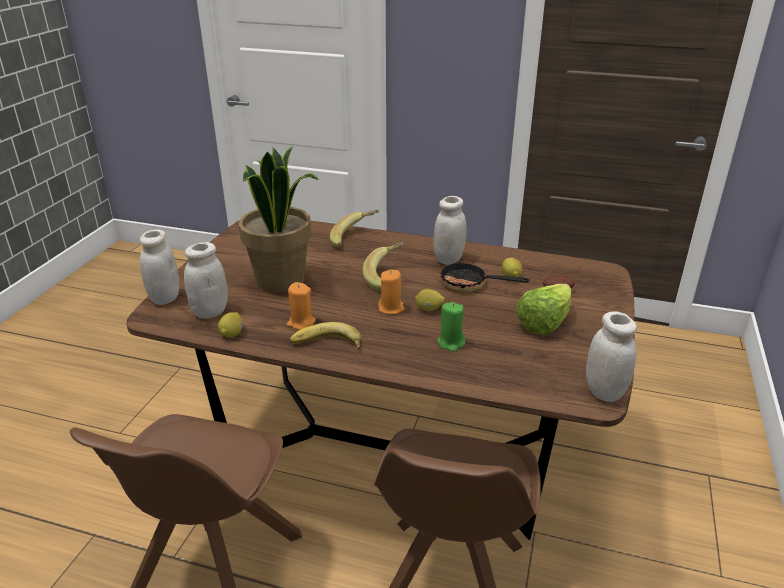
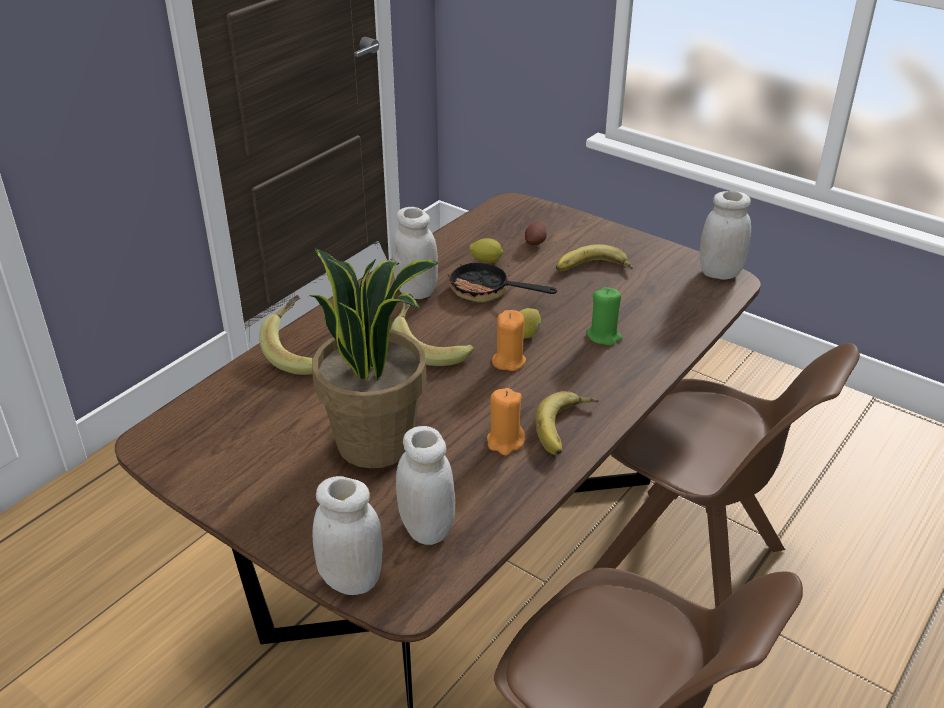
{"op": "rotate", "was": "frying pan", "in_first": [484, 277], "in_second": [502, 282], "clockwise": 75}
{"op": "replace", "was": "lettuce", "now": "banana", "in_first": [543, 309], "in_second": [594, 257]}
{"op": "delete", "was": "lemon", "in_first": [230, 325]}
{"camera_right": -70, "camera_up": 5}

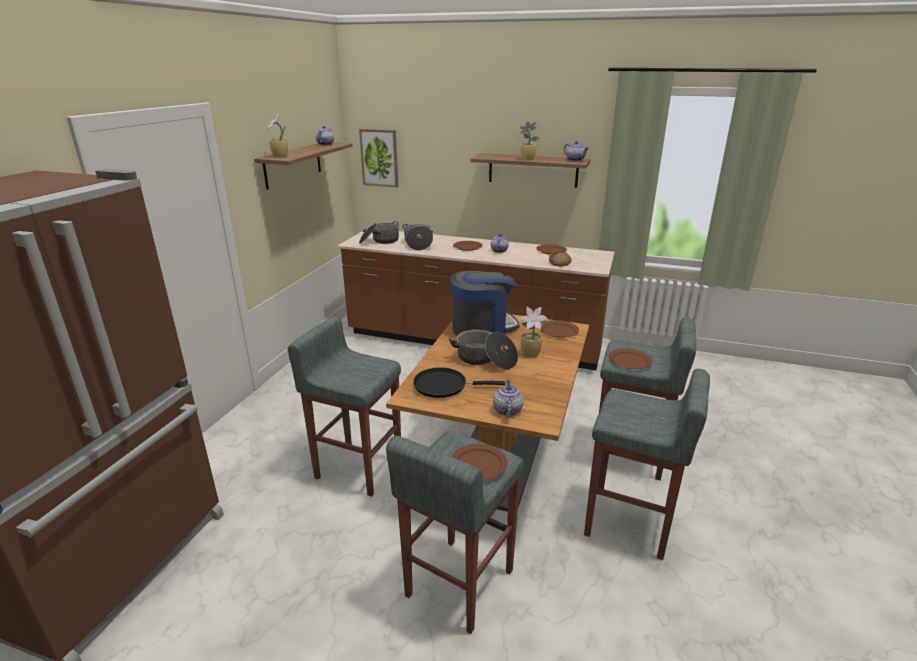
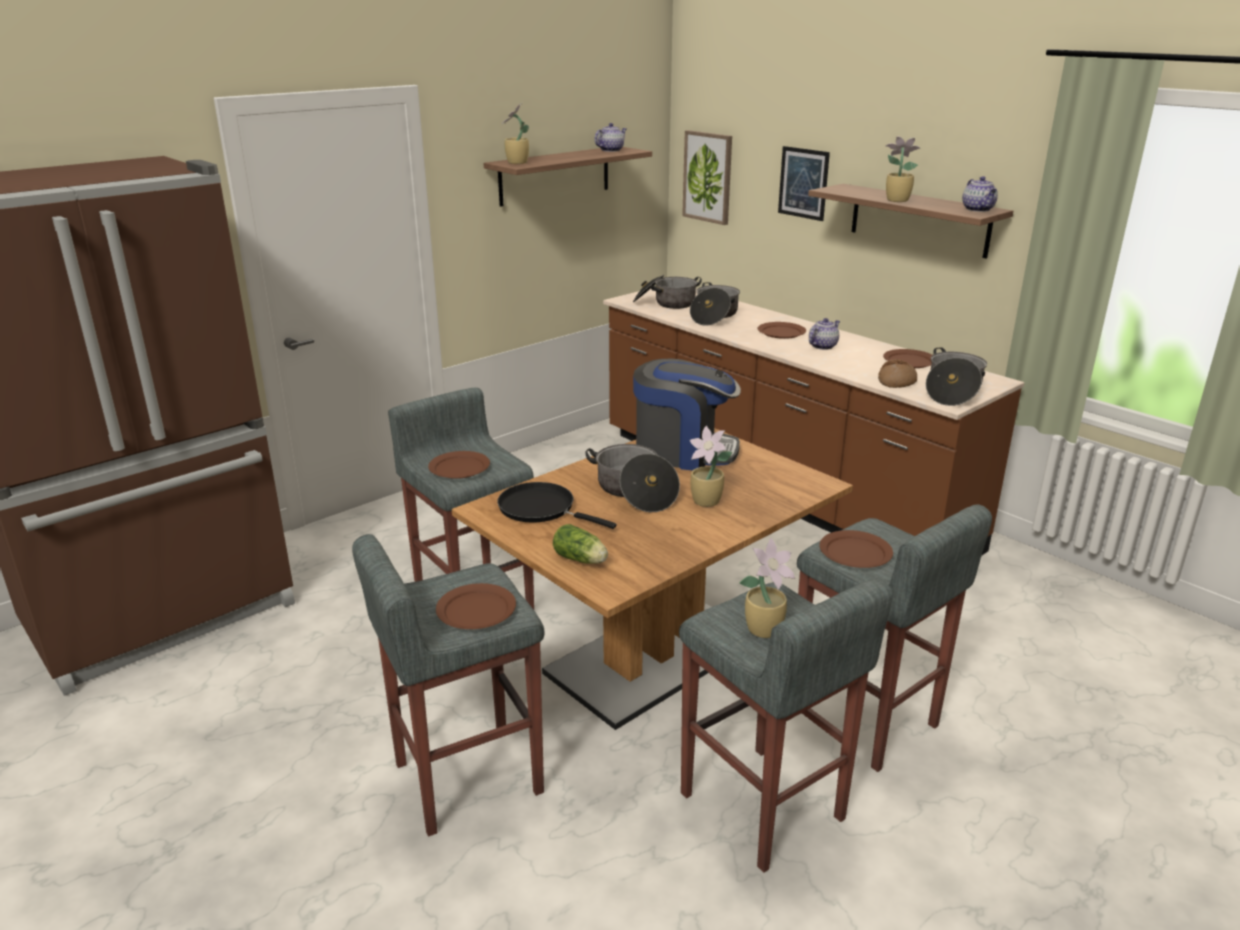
{"op": "move", "was": "brown plate", "in_first": [560, 329], "in_second": [459, 465]}
{"op": "replace", "was": "teapot", "now": "lettuce", "in_first": [508, 398], "in_second": [580, 544]}
{"op": "insert", "now": "picture", "in_second": [804, 183]}
{"op": "insert", "now": "cooking pot", "in_second": [956, 376]}
{"op": "insert", "now": "potted plant", "in_second": [767, 588]}
{"camera_right": 30, "camera_up": 0}

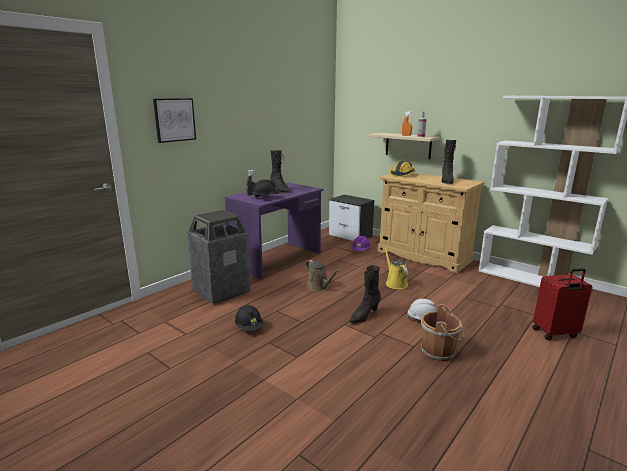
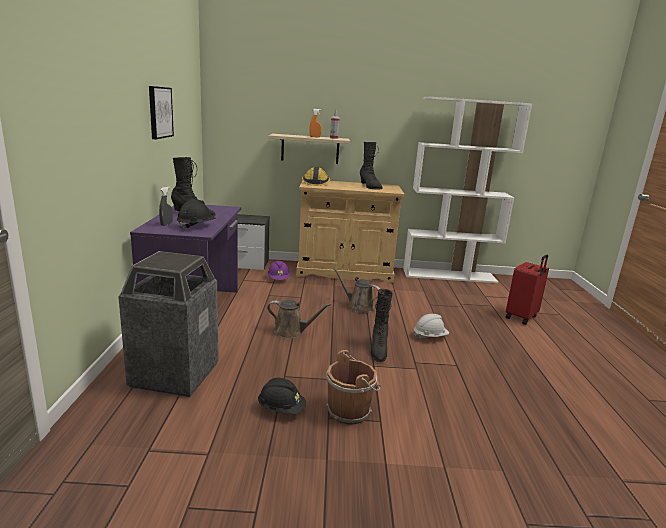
{"op": "move", "was": "picture", "in_first": [174, 120], "in_second": [161, 112]}
{"op": "recolor", "was": "yellow watering can", "now": "brown watering can", "in_first": [396, 268], "in_second": [357, 290]}
{"op": "move", "was": "brown bucket", "in_first": [443, 332], "in_second": [352, 387]}
{"camera_right": -40, "camera_up": 0}

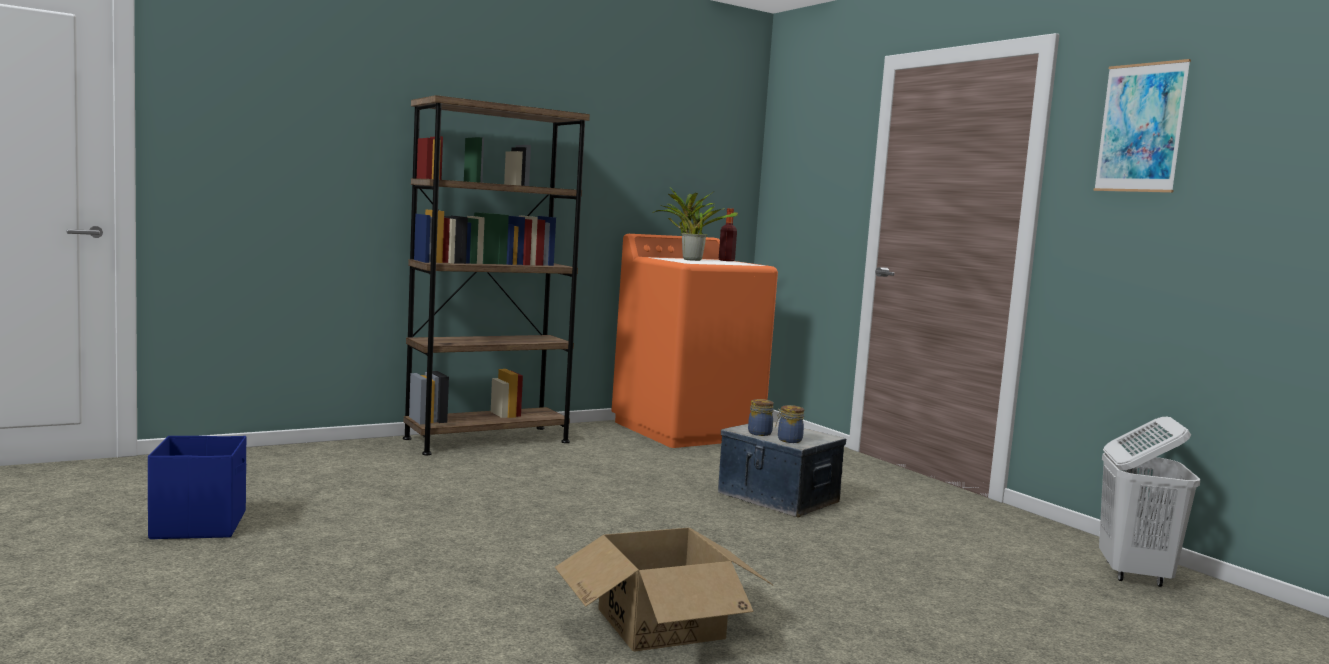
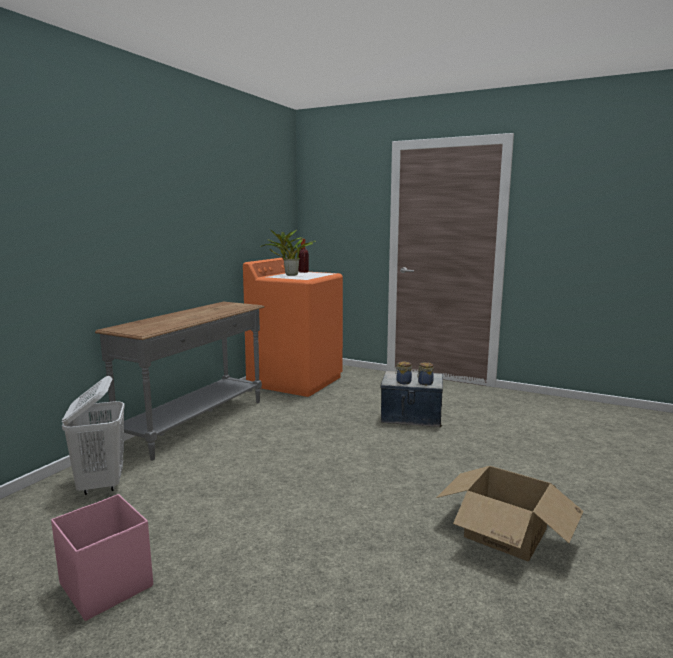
{"op": "delete", "was": "picture", "in_first": [1142, 126]}
{"op": "replace", "was": "brown bookcase", "now": "grey console table", "in_first": [496, 275], "in_second": [180, 381]}
{"op": "move", "was": "white laundry basket", "in_first": [1149, 502], "in_second": [93, 435]}
{"op": "recolor", "was": "blue storage box", "now": "pink storage box", "in_first": [197, 487], "in_second": [102, 557]}
{"camera_right": -30, "camera_up": 5}

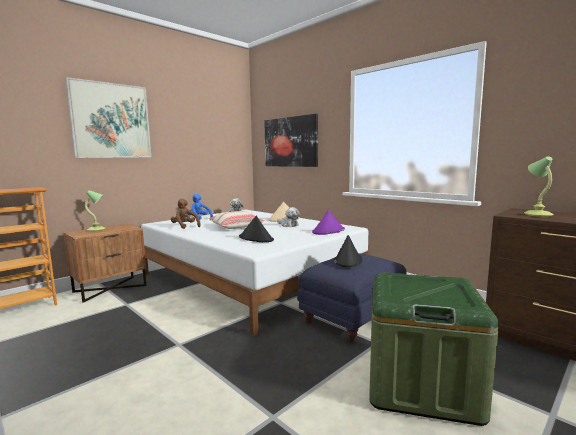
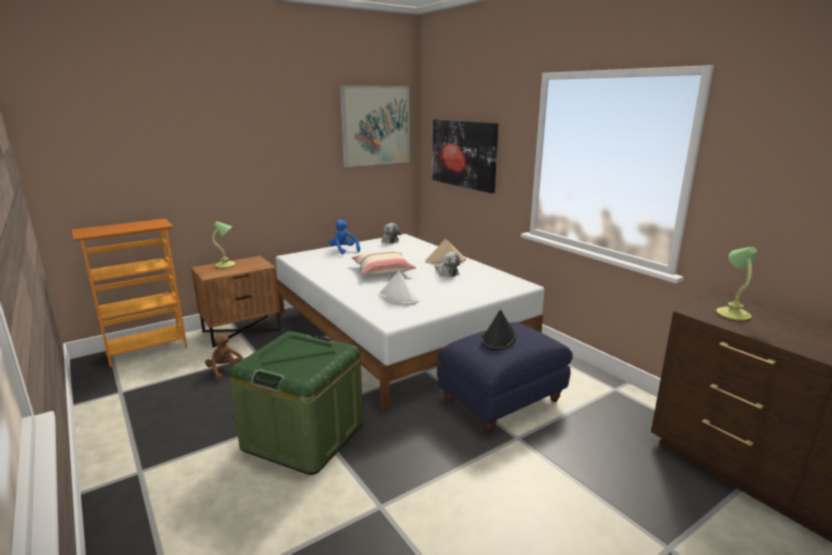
{"op": "move", "was": "picture", "in_first": [108, 117], "in_second": [374, 126]}
{"op": "move", "was": "brown plush toy", "in_first": [186, 214], "in_second": [224, 357]}
{"op": "delete", "was": "purple hat", "in_first": [328, 222]}
{"op": "recolor", "was": "black hat", "now": "white hat", "in_first": [256, 229], "in_second": [399, 288]}
{"op": "move", "was": "green storage box", "in_first": [434, 349], "in_second": [296, 403]}
{"camera_right": 10, "camera_up": 10}

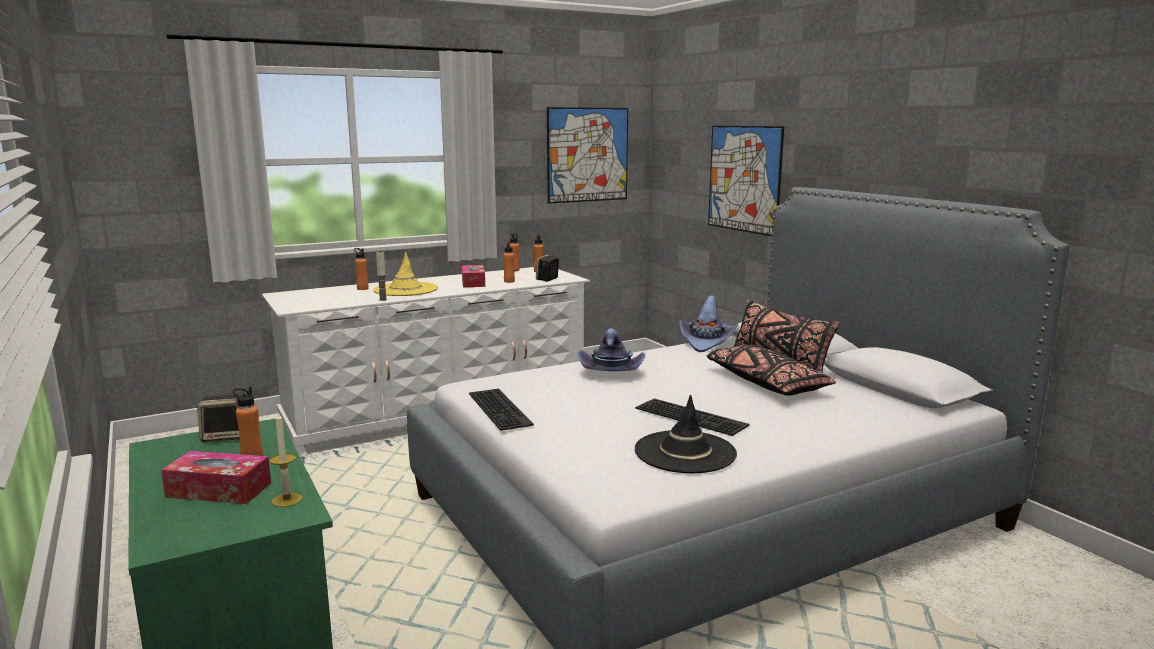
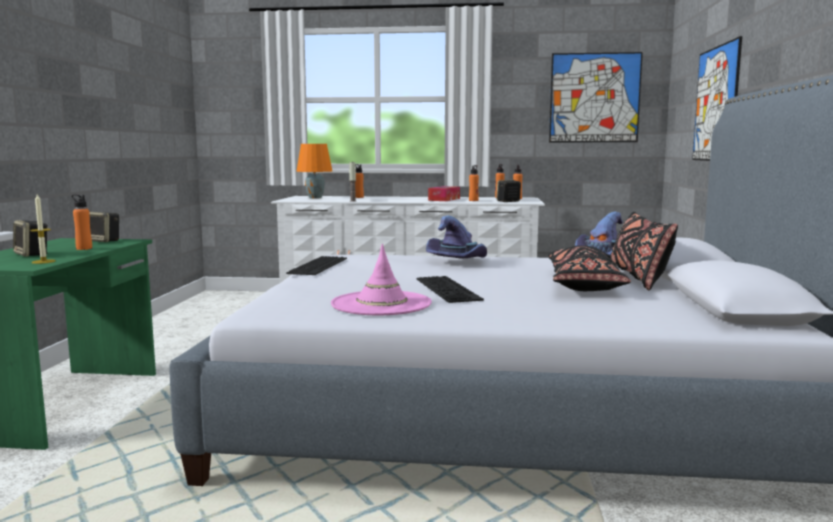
{"op": "delete", "was": "yellow hat", "in_first": [405, 273]}
{"op": "recolor", "was": "black hat", "now": "pink hat", "in_first": [686, 434], "in_second": [381, 279]}
{"op": "replace", "was": "tissue box", "now": "speaker", "in_first": [216, 477], "in_second": [30, 238]}
{"op": "insert", "now": "orange table lamp", "in_second": [314, 171]}
{"camera_right": 35, "camera_up": -5}

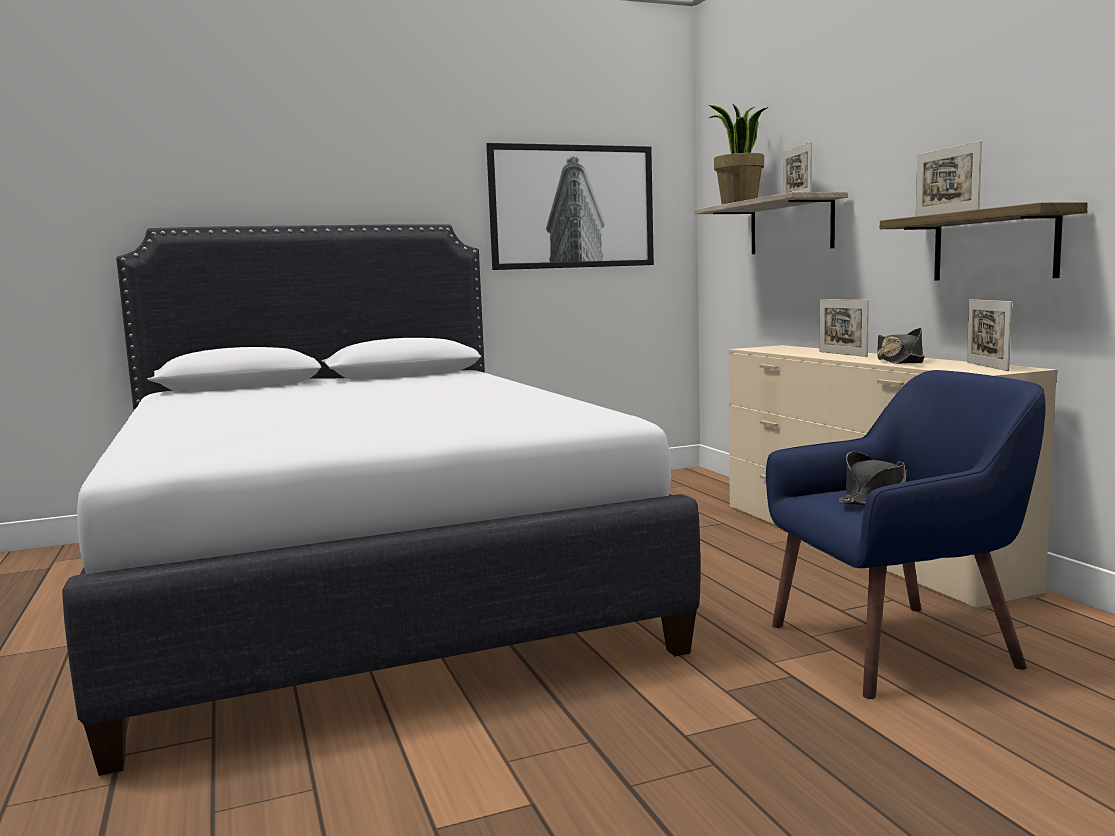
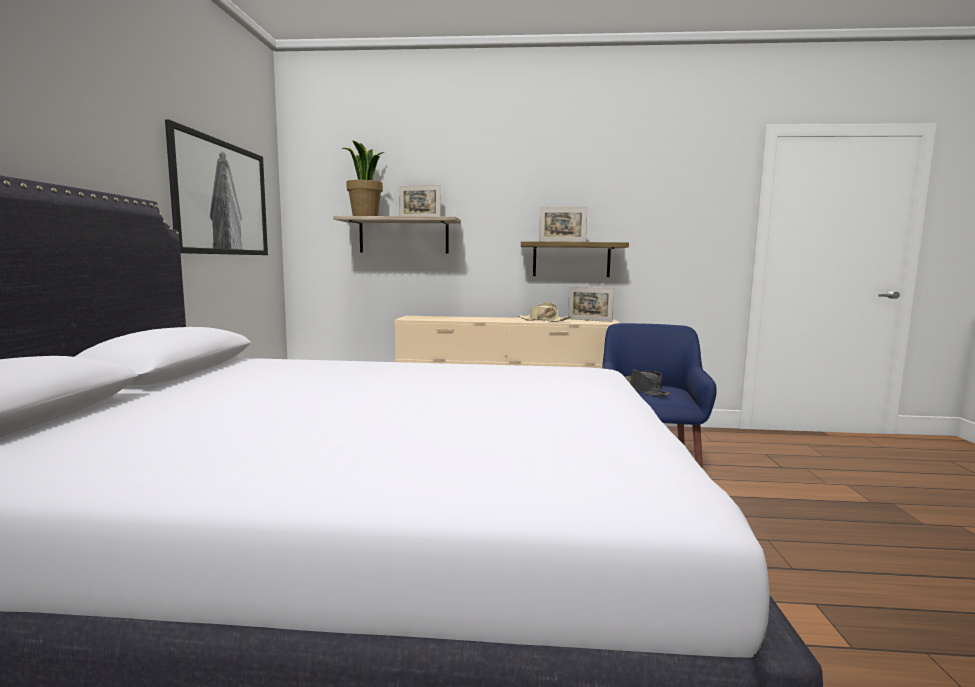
{"op": "delete", "was": "picture frame", "in_first": [844, 328]}
{"op": "recolor", "was": "black hat", "now": "beige hat", "in_first": [901, 346], "in_second": [544, 312]}
{"camera_right": -65, "camera_up": 0}

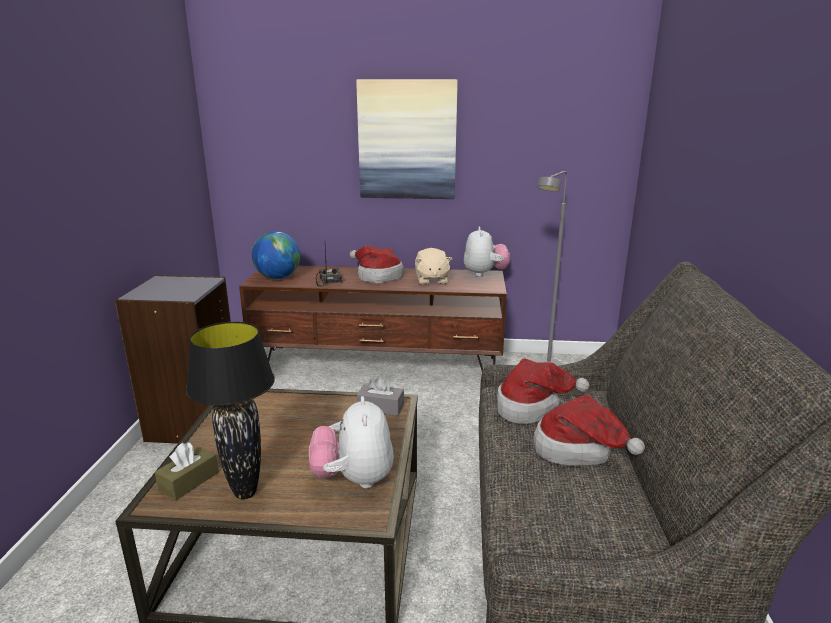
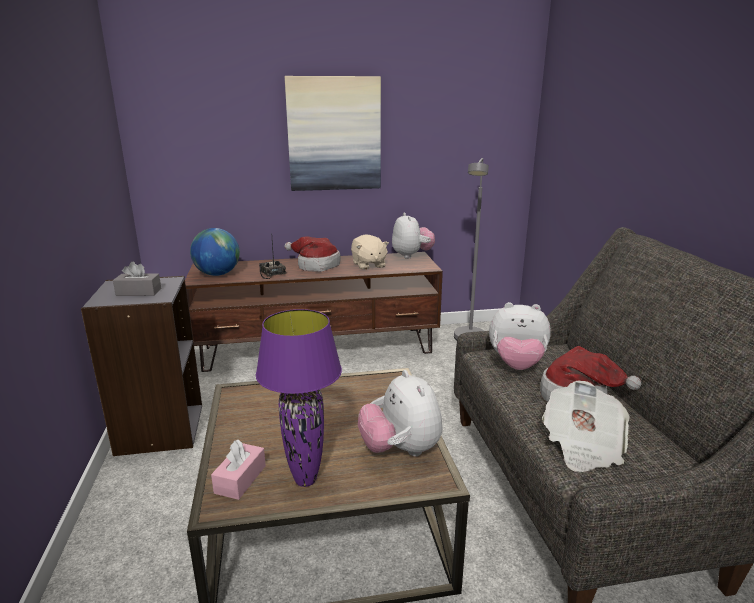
{"op": "recolor", "was": "black table lamp", "now": "purple table lamp", "in_first": [230, 410], "in_second": [299, 398]}
{"op": "replace", "was": "hat", "now": "plush toy", "in_first": [543, 391], "in_second": [520, 336]}
{"op": "move", "was": "grey tissue box", "in_first": [380, 396], "in_second": [137, 279]}
{"op": "recolor", "was": "brown tissue box", "now": "pink tissue box", "in_first": [187, 471], "in_second": [238, 470]}
{"op": "insert", "now": "newspaper", "in_second": [586, 426]}
{"camera_right": -15, "camera_up": 0}

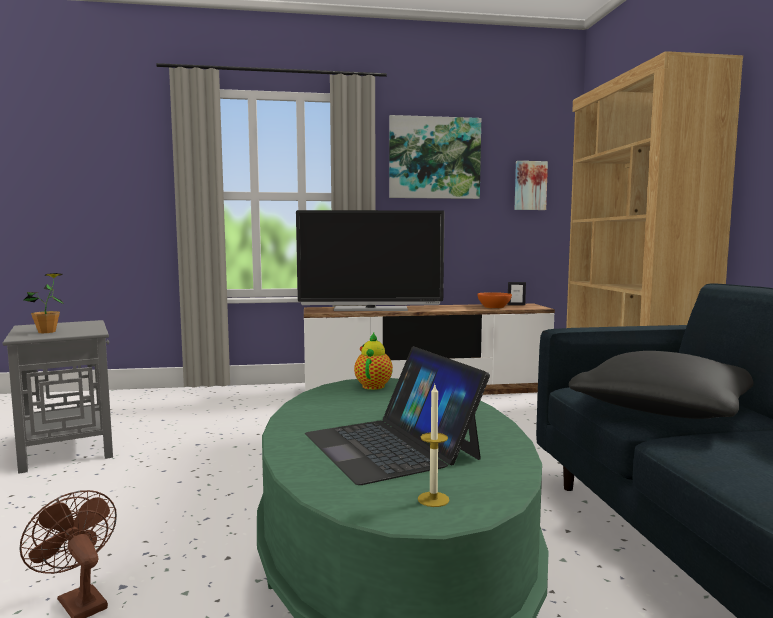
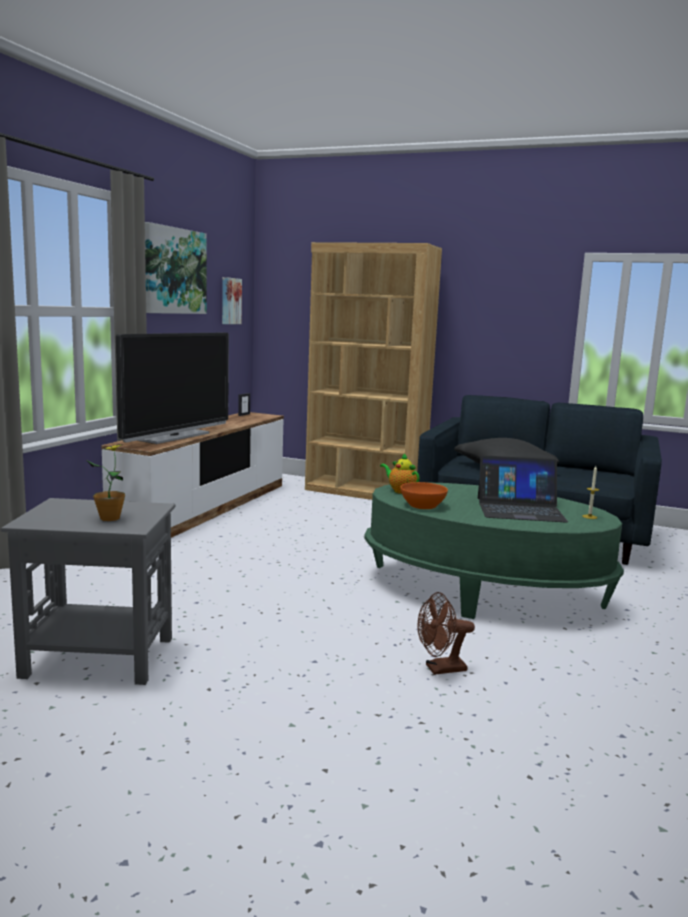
{"op": "move", "was": "orange bowl", "in_first": [494, 300], "in_second": [424, 495]}
{"camera_right": -60, "camera_up": 5}

